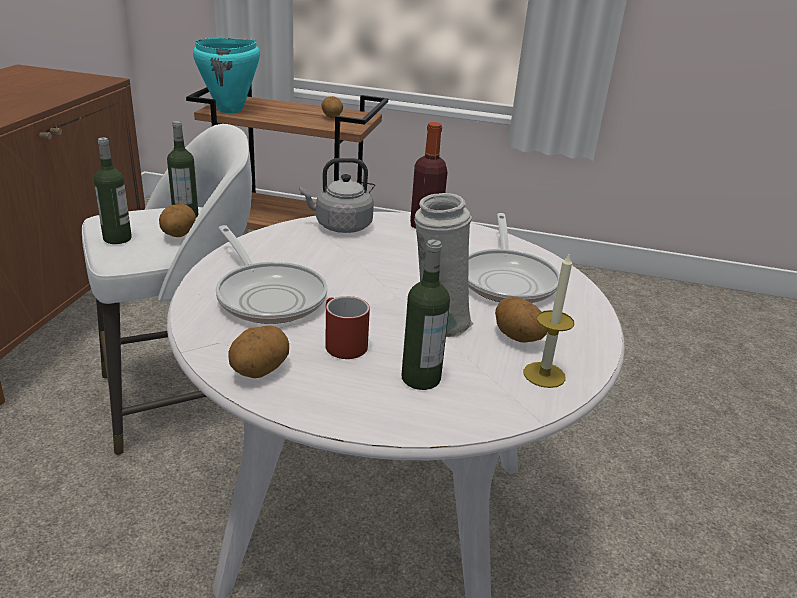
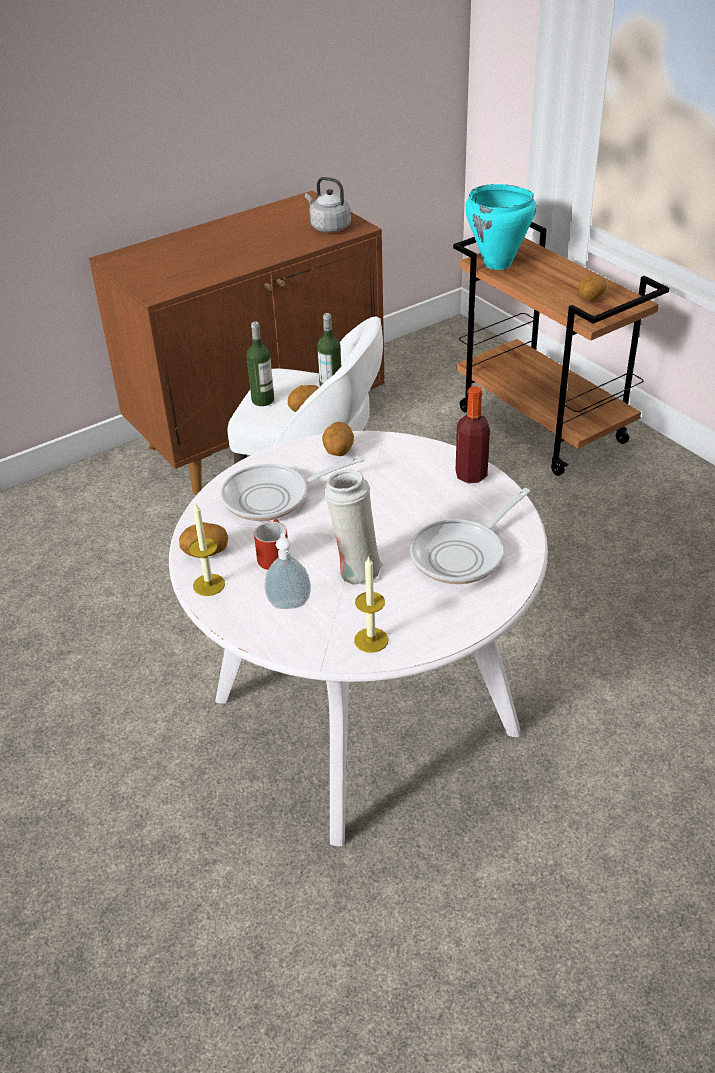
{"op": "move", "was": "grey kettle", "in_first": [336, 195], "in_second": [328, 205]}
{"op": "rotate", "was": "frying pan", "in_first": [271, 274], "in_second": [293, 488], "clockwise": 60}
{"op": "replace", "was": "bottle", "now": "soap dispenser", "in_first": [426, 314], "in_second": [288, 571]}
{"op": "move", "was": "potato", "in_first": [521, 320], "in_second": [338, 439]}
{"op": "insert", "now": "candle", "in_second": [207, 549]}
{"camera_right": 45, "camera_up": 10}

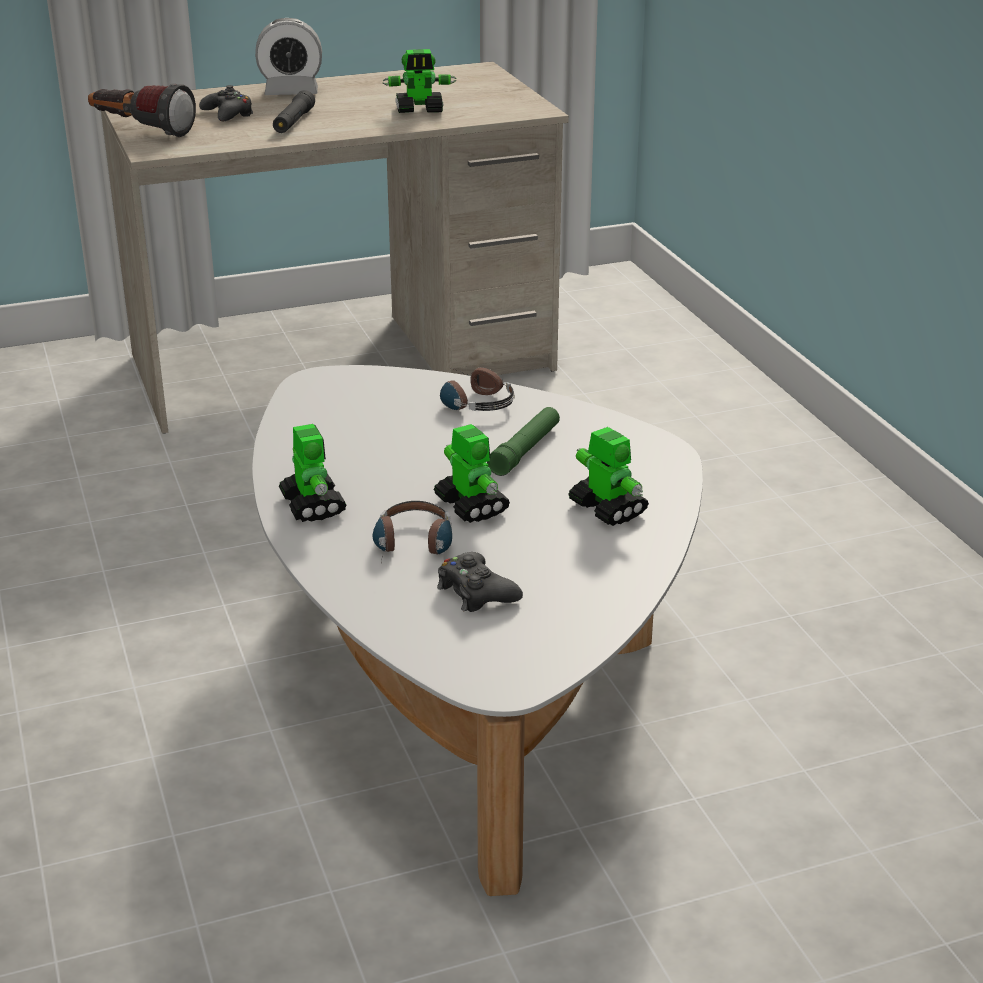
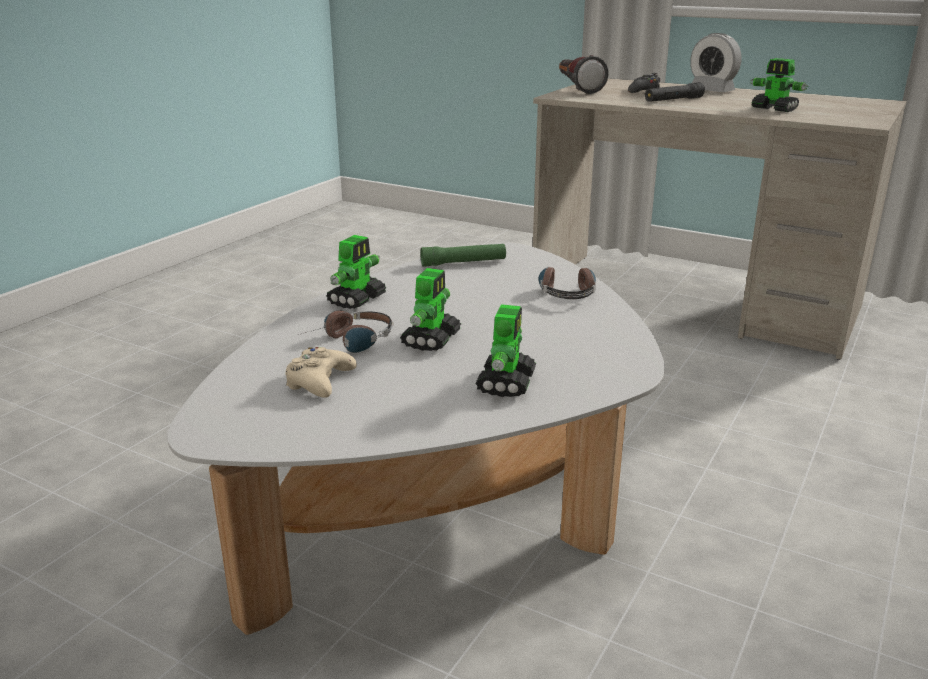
{"op": "move", "was": "green flashlight", "in_first": [523, 441], "in_second": [463, 255]}
{"op": "recolor", "was": "black game controller", "now": "beige game controller", "in_first": [480, 582], "in_second": [321, 372]}
{"camera_right": 50, "camera_up": -5}

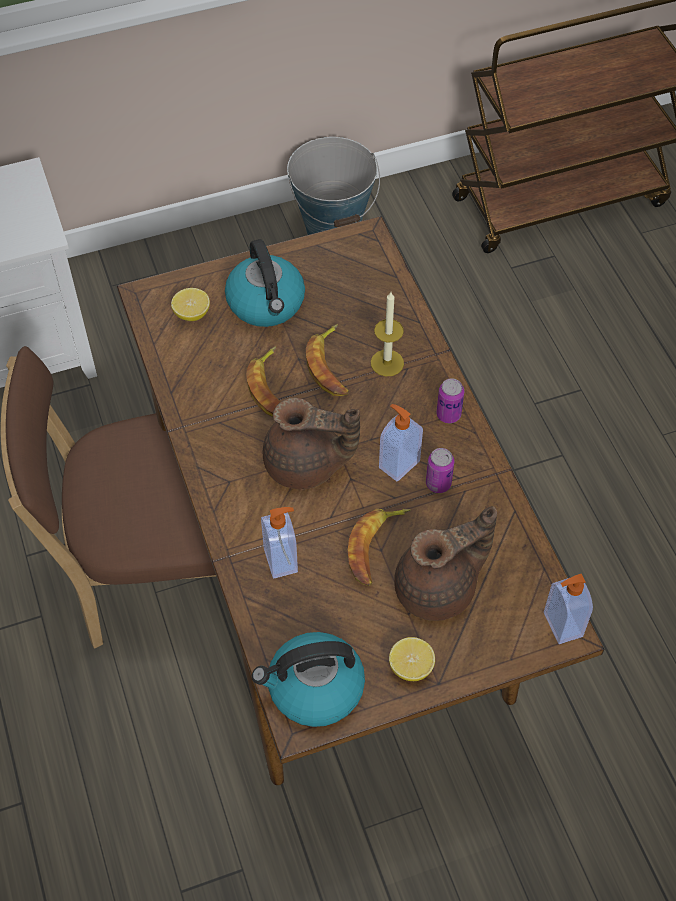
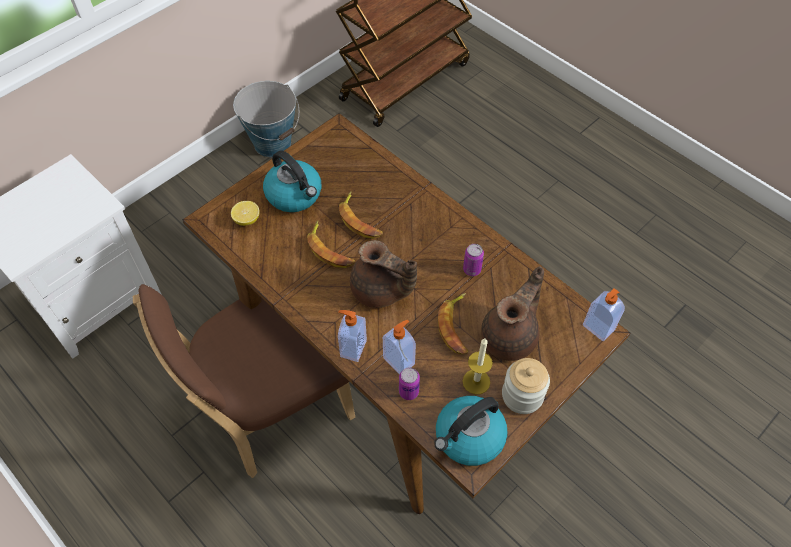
{"op": "move", "was": "candle", "in_first": [387, 334], "in_second": [478, 367]}
{"op": "move", "was": "can", "in_first": [450, 400], "in_second": [409, 383]}
{"op": "rotate", "was": "brown teapot", "in_first": [311, 444], "in_second": [383, 274], "clockwise": 45}
{"op": "move", "was": "soap dispenser", "in_first": [401, 443], "in_second": [352, 336]}
{"op": "replace", "was": "lemon", "now": "jar", "in_first": [412, 659], "in_second": [526, 386]}
{"camera_right": -25, "camera_up": 0}

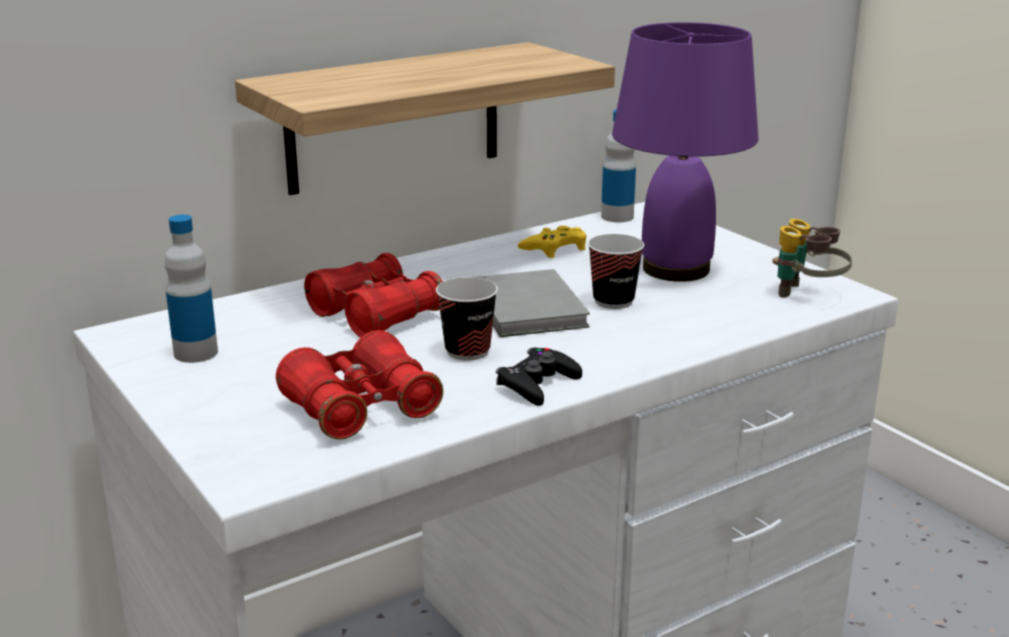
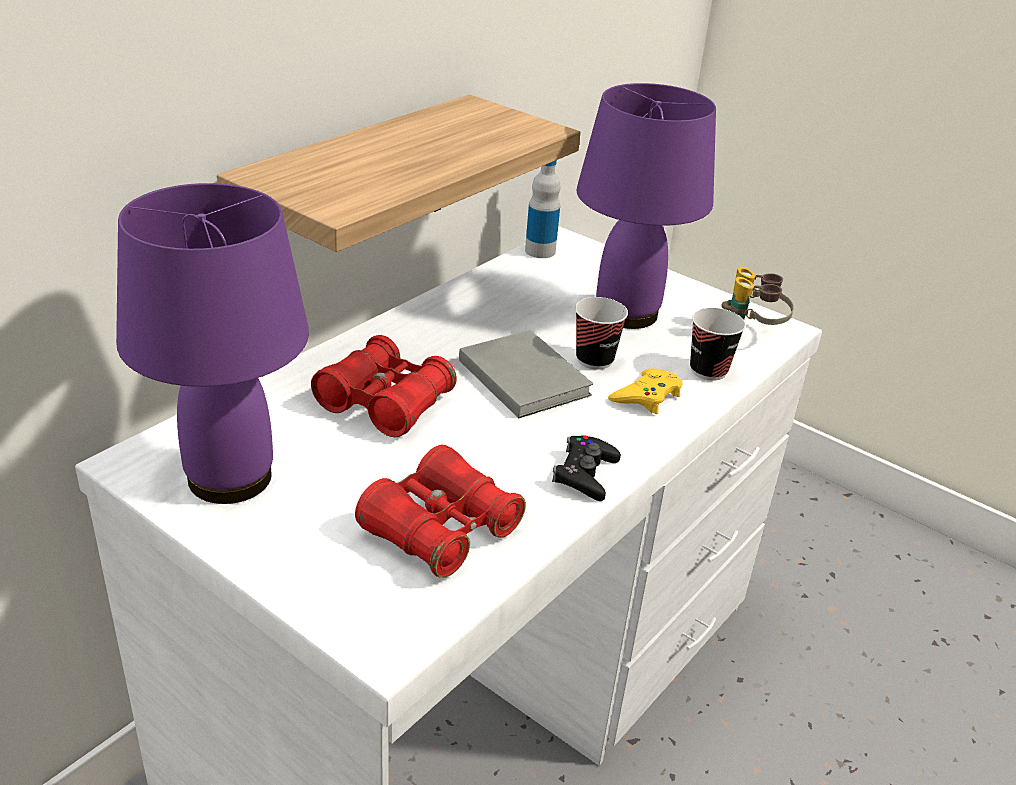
{"op": "replace", "was": "bottle", "now": "purple table lamp", "in_first": [191, 289], "in_second": [212, 343]}
{"op": "move", "was": "yellow game controller", "in_first": [552, 242], "in_second": [645, 391]}
{"op": "move", "was": "cup", "in_first": [467, 318], "in_second": [718, 344]}
{"camera_right": -20, "camera_up": 10}

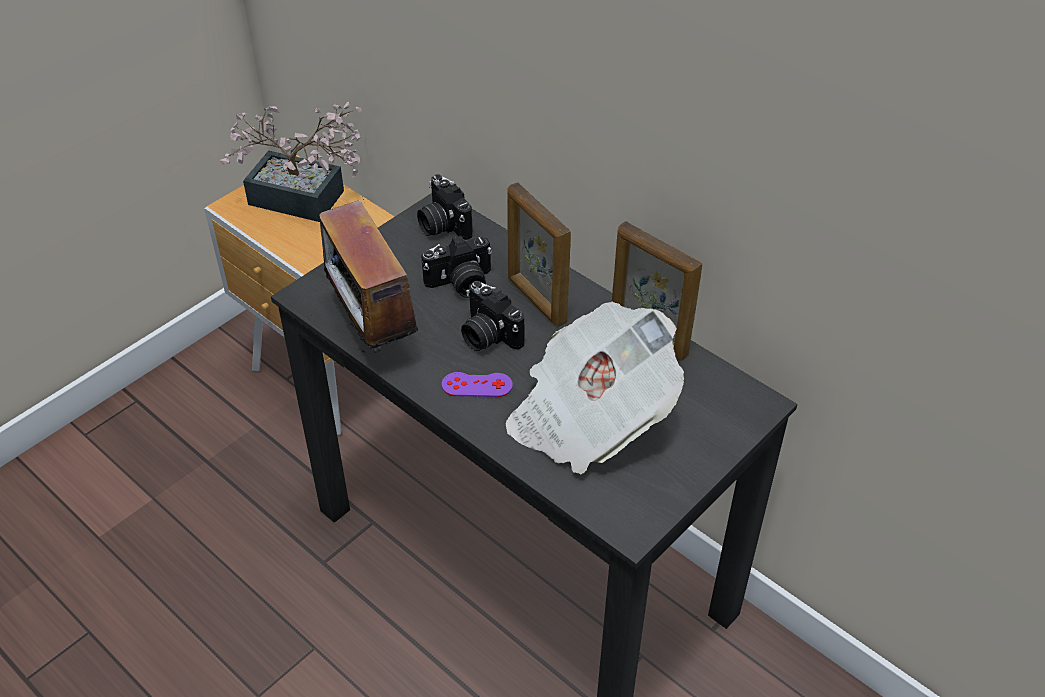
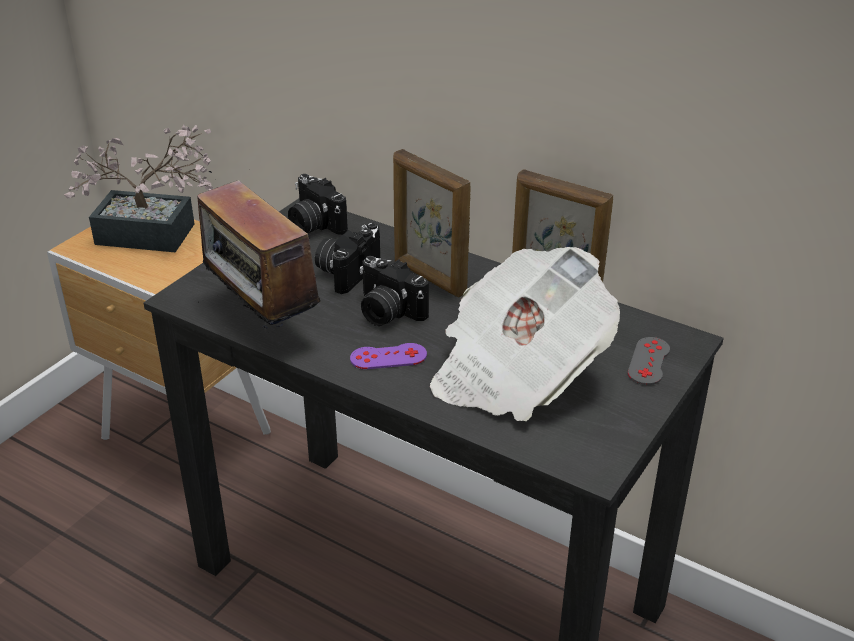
{"op": "rotate", "was": "photo camera", "in_first": [456, 267], "in_second": [348, 258], "clockwise": 150}
{"op": "insert", "now": "grey game controller", "in_second": [649, 361]}
{"camera_right": -10, "camera_up": -10}

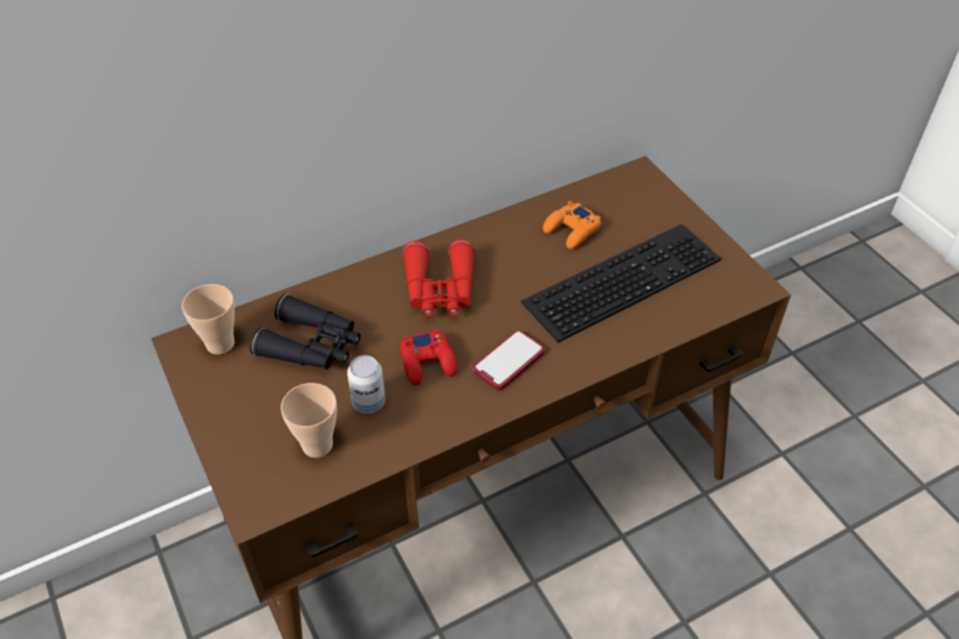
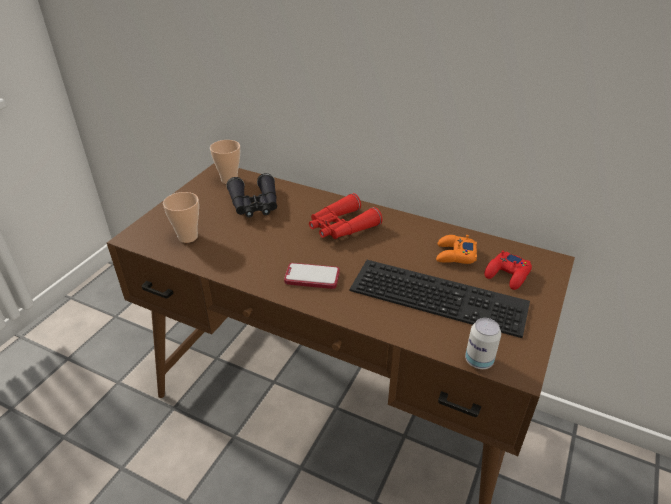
{"op": "move", "was": "red game controller", "in_first": [428, 357], "in_second": [508, 270]}
{"op": "move", "was": "can", "in_first": [366, 384], "in_second": [483, 343]}
{"camera_right": 55, "camera_up": -10}

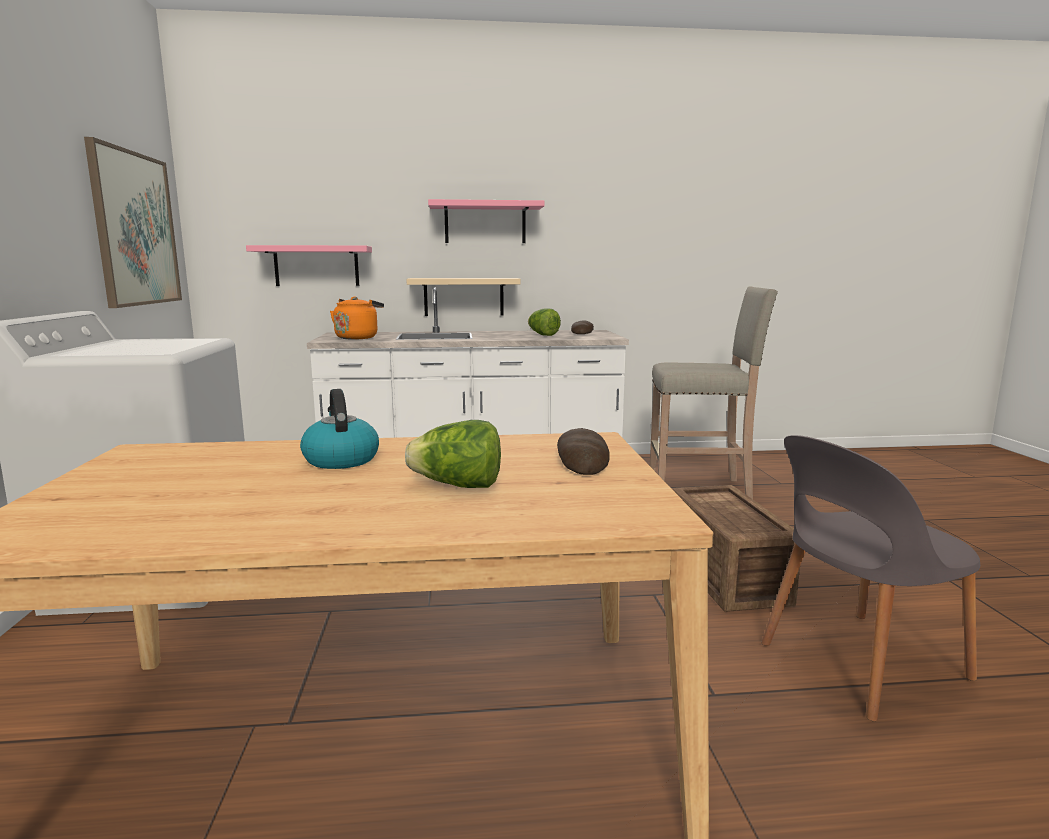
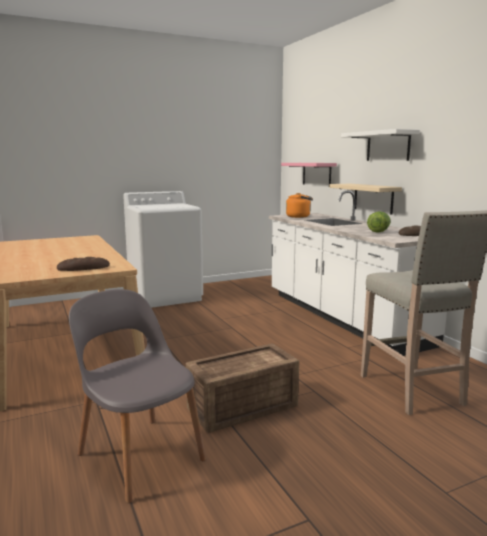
{"op": "delete", "was": "picture", "in_first": [133, 222]}
{"op": "recolor", "was": "pink shelf", "now": "white shelf", "in_first": [486, 221], "in_second": [380, 145]}
{"op": "delete", "was": "kettle", "in_first": [339, 429]}
{"op": "delete", "was": "lettuce", "in_first": [453, 454]}
{"camera_right": 70, "camera_up": 0}

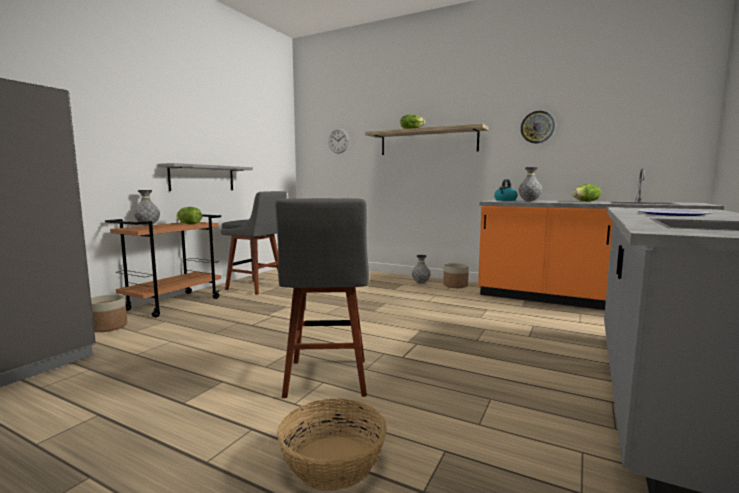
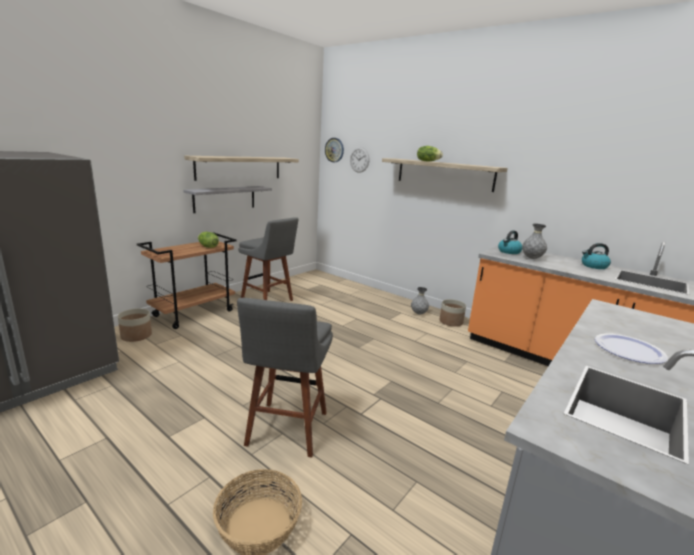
{"op": "move", "was": "wall clock", "in_first": [538, 127], "in_second": [334, 150]}
{"op": "replace", "was": "lettuce", "now": "kettle", "in_first": [586, 193], "in_second": [596, 256]}
{"op": "delete", "was": "grey vase", "in_first": [146, 208]}
{"op": "insert", "now": "shelf", "in_second": [241, 168]}
{"camera_right": 10, "camera_up": 10}

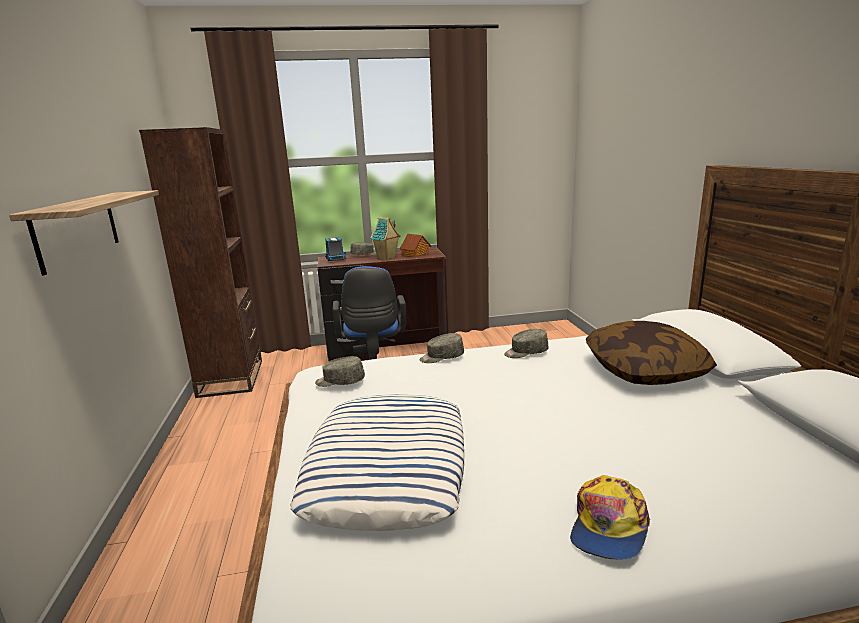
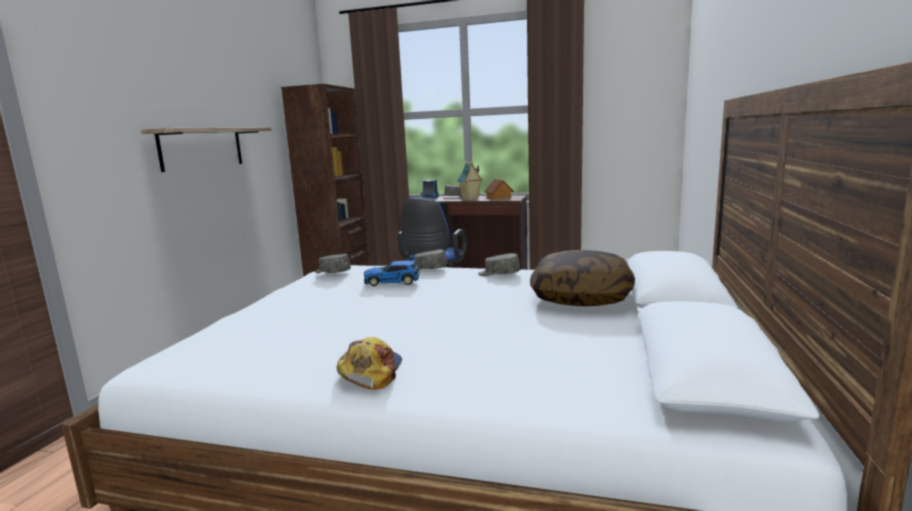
{"op": "delete", "was": "pillow", "in_first": [377, 462]}
{"op": "rotate", "was": "cap", "in_first": [610, 517], "in_second": [369, 363], "clockwise": 135}
{"op": "insert", "now": "toy car", "in_second": [392, 272]}
{"camera_right": 25, "camera_up": -5}

